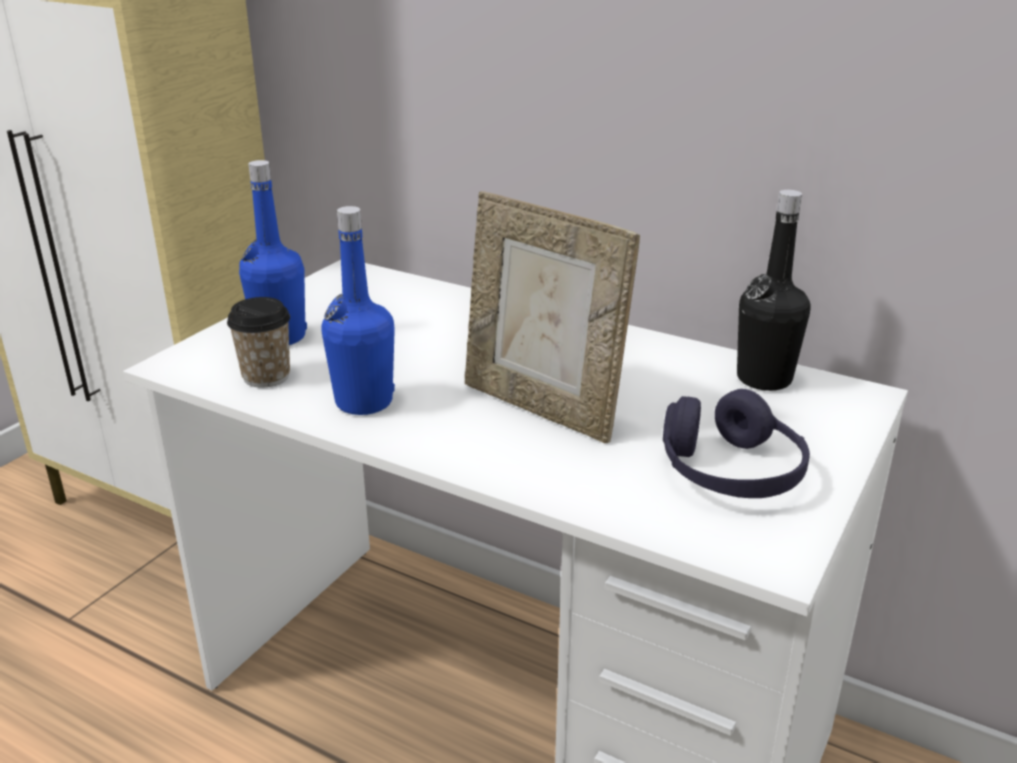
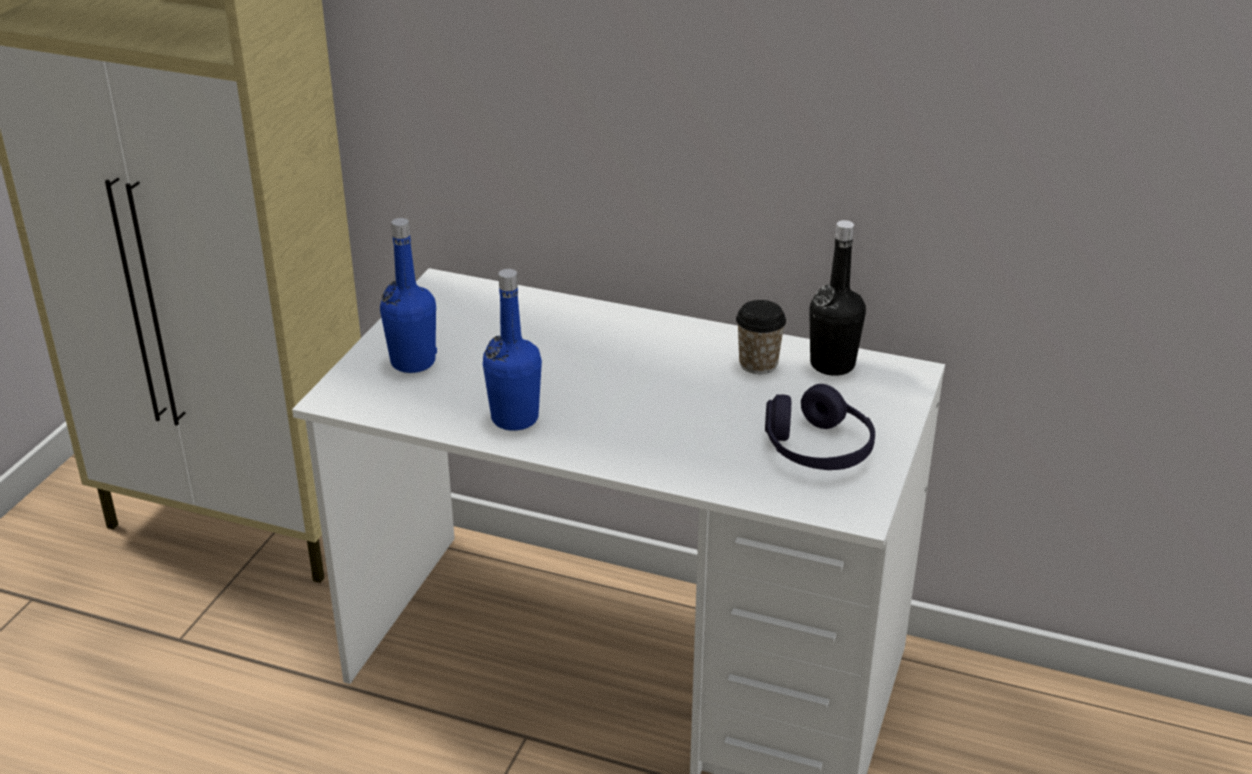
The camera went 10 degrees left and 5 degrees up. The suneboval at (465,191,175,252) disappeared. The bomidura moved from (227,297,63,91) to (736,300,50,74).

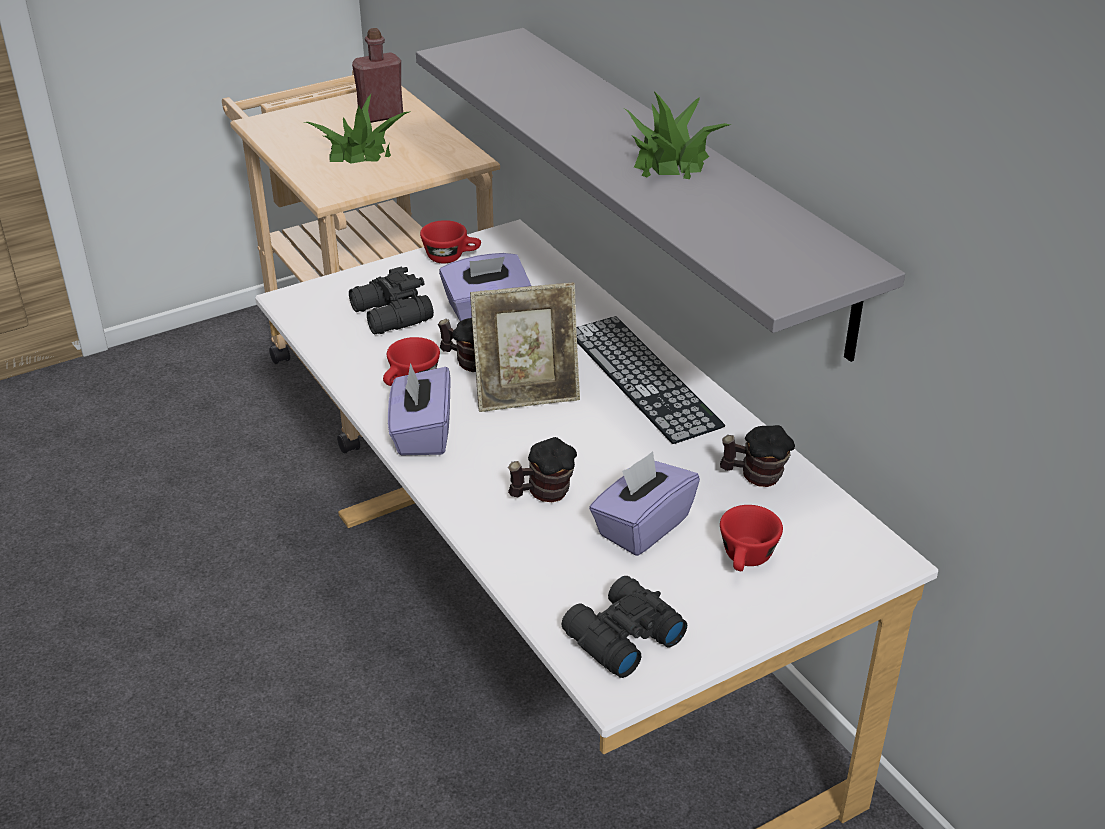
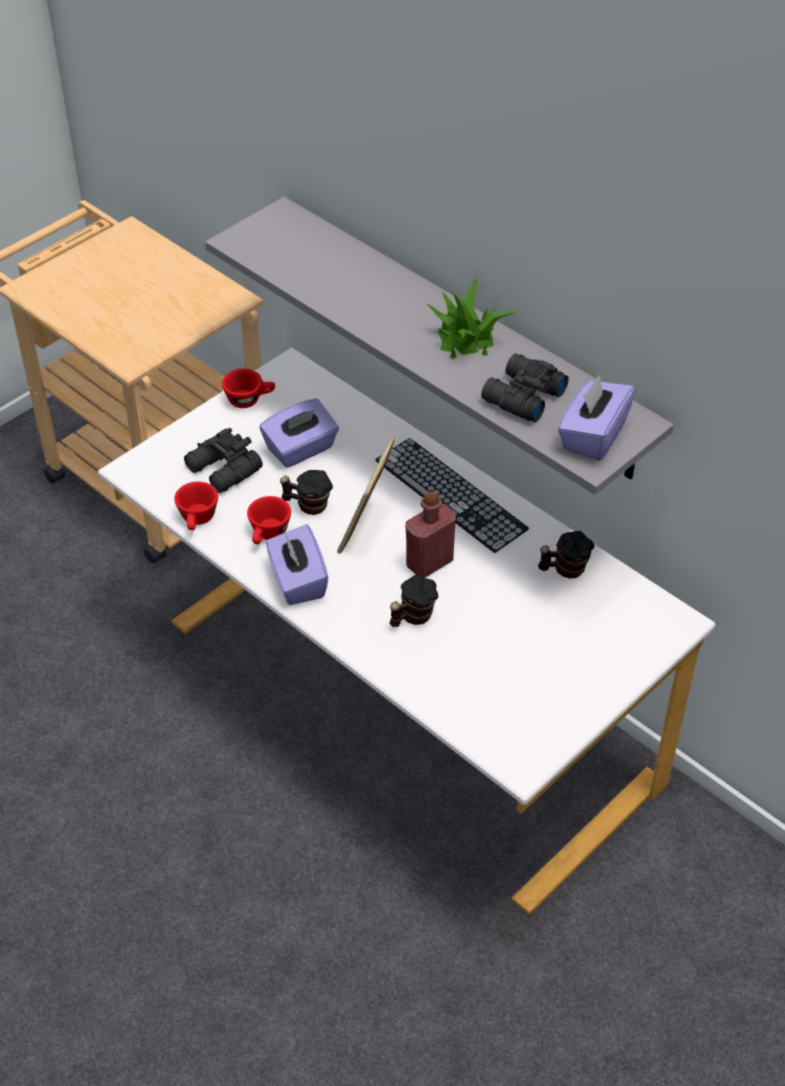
The camera went 15 degrees left and 10 degrees up. The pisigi at (305,94,106,70) disappeared. The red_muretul moved from (352,28,51,95) to (405,491,51,86). The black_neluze moved from (561,576,126,102) to (481,353,88,69). The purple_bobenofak moved from (589,451,111,105) to (558,375,78,86). The red_bomidura moved from (720,505,63,66) to (174,482,44,48). The suneboval at (470,283,110,129) turned 135 degrees clockwise.

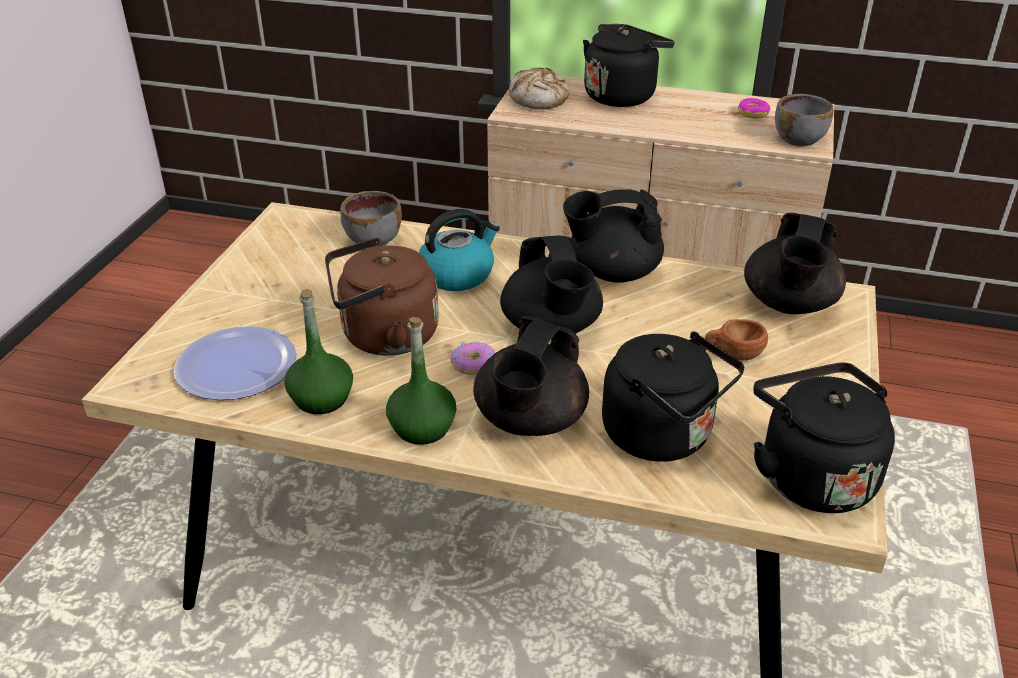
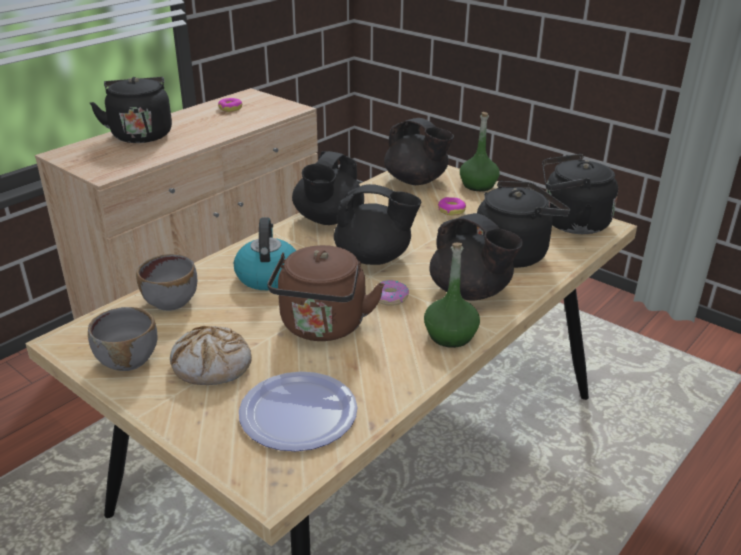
The camera went 65 degrees left and 5 degrees down. The green_muretul moved from (284,289,69,125) to (460,112,40,79). The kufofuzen moved from (509,67,60,42) to (170,326,82,59). The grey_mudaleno moved from (775,94,59,53) to (88,307,69,64). The brown_bomidura at (705,319,63,41) was replaced by the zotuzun at (438,197,28,18).

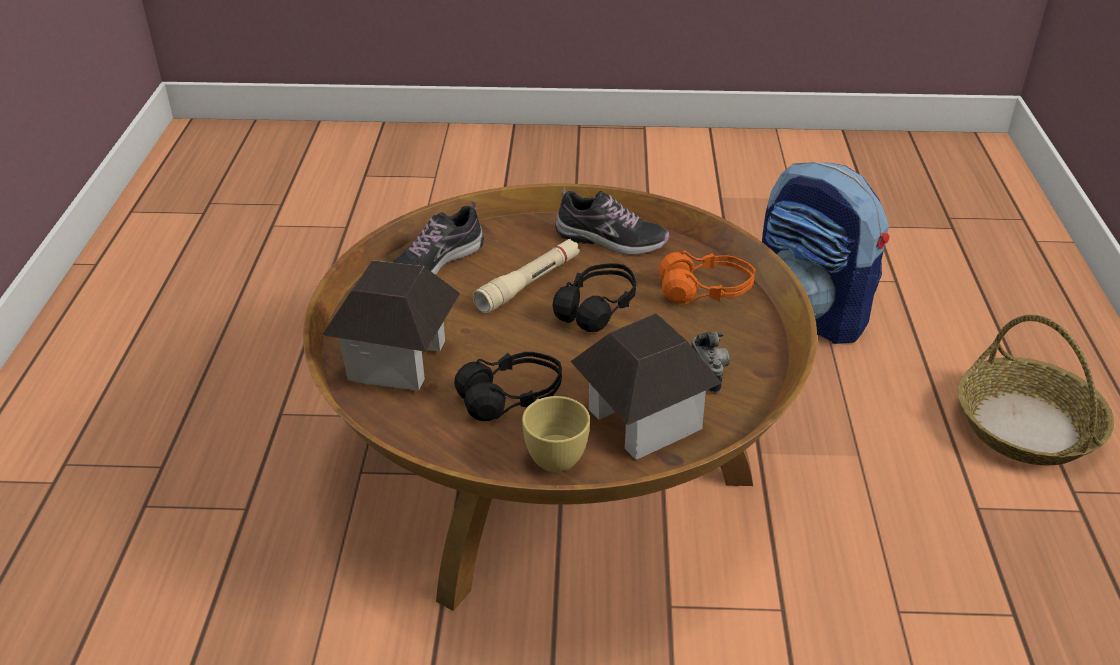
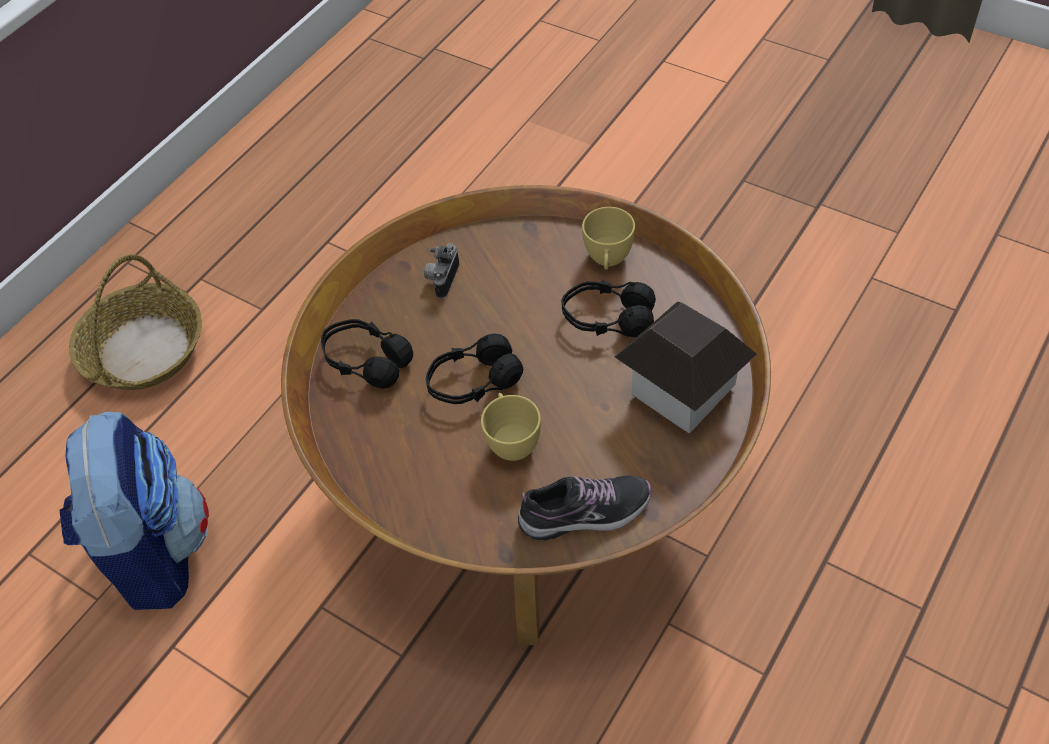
The camera went 145 degrees left and 15 degrees up. The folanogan at (555,187,114,68) disappeared. The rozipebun at (570,313,152,147) disappeared. The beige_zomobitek at (473,239,107,74) was replaced by the yellow_bomidura at (481,393,60,68). The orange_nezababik at (659,250,96,54) became the black_nezababik at (321,319,92,70).

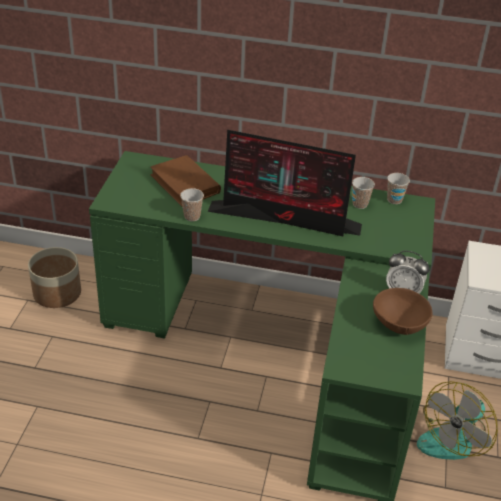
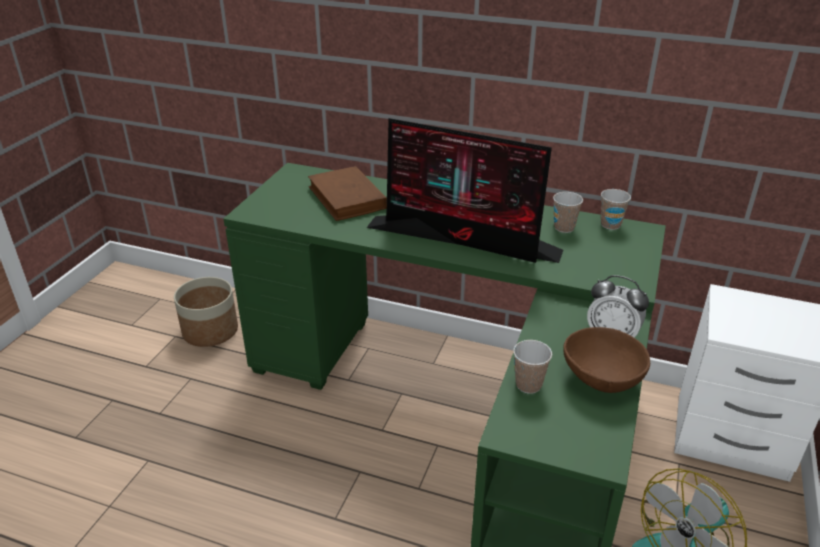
The camera went 10 degrees right and 5 degrees down. The bomidura moved from (180,188,24,33) to (513,340,39,54).

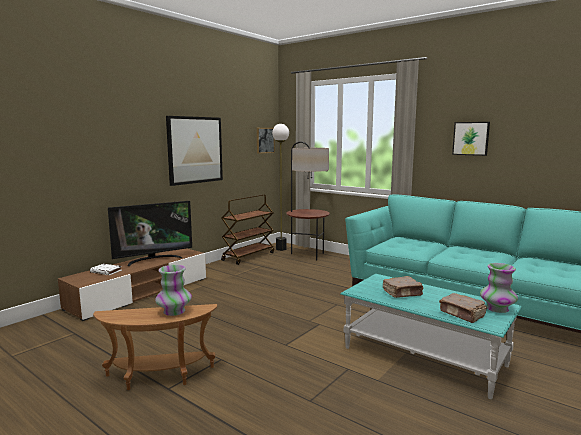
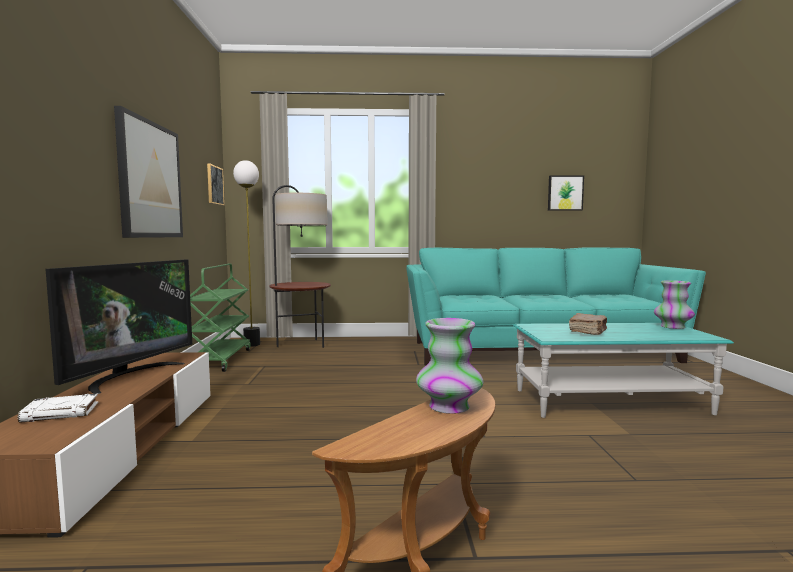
The camera went 40 degrees left and 5 degrees down. The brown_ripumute at (439,293,48,30) disappeared. The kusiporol moved from (452,122,38,34) to (548,175,36,36). The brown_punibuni at (221,194,53,71) became the green_punibuni at (190,263,61,109).

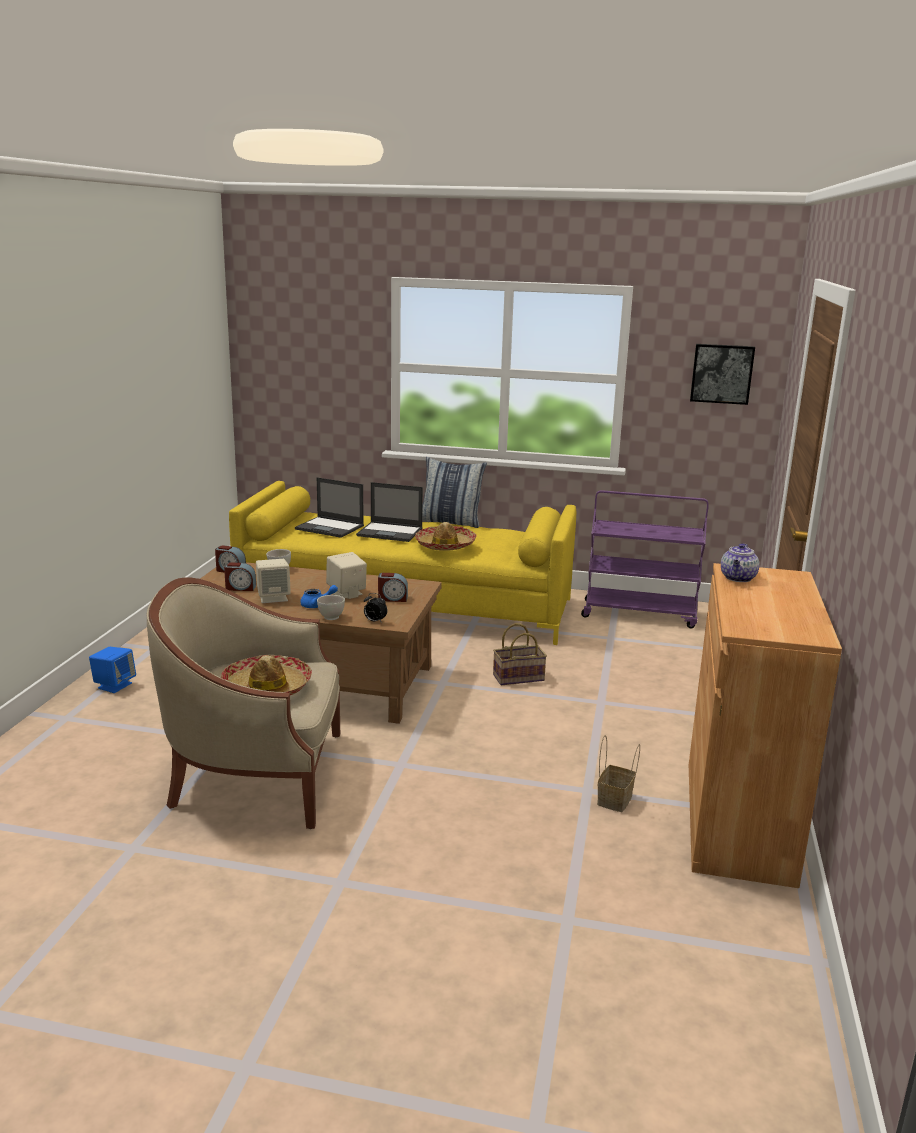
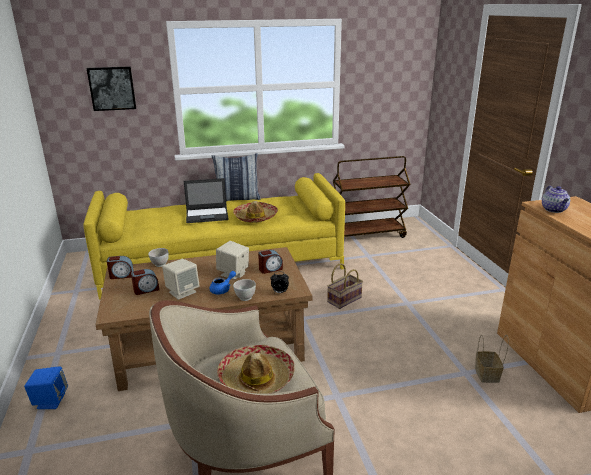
The camera went 25 degrees left and 5 degrees up. The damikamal at (295,477,69,61) disappeared. The kusiporol moved from (690,344,65,61) to (87,66,49,45). The purple_punibuni at (581,490,128,138) became the brown_punibuni at (333,156,77,82).

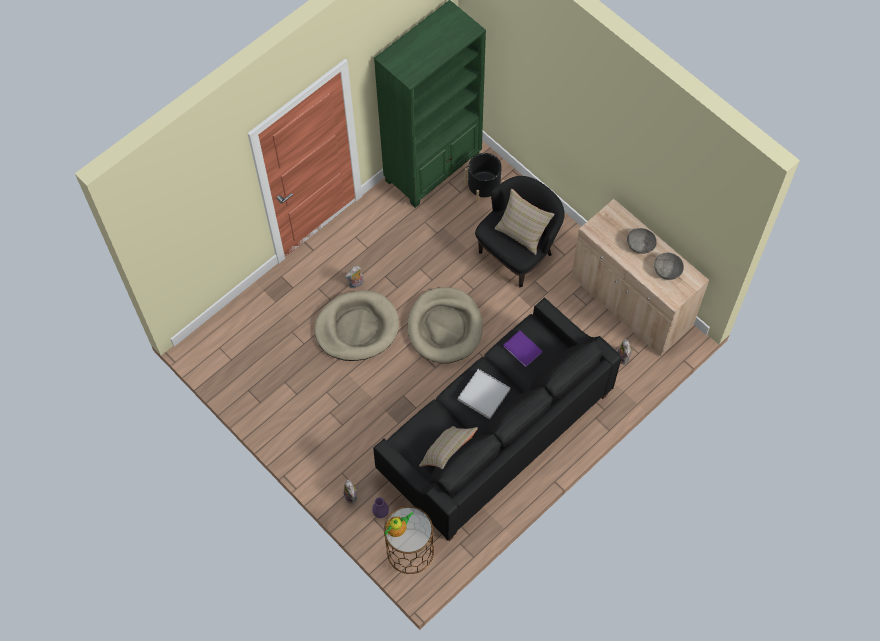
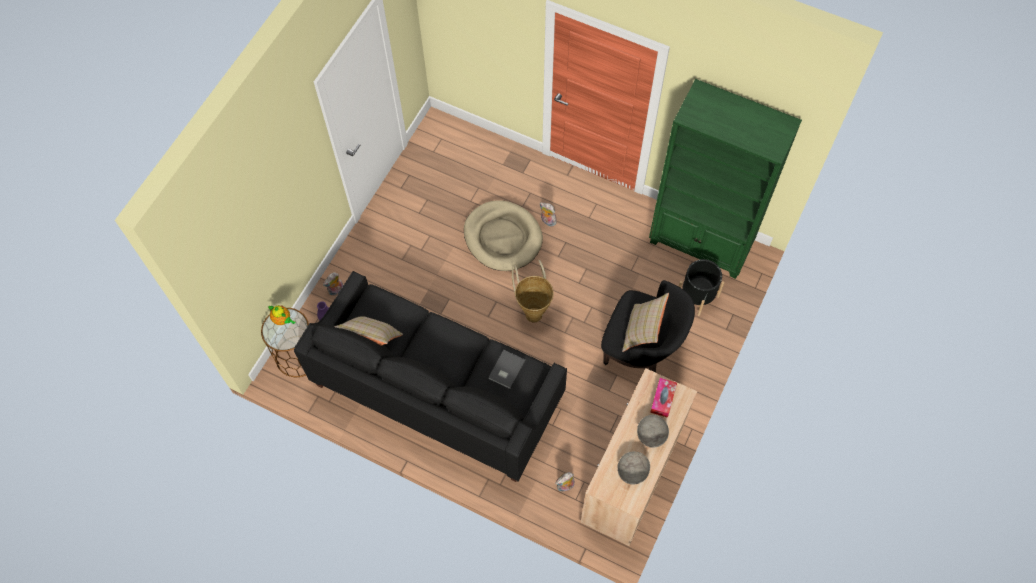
The camera went 70 degrees right and 0 degrees up. The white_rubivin at (458,369,52,50) disappeared. The bobenofak at (650,378,27,40) appeared. The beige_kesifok at (408,287,75,76) was replaced by the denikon at (512,260,42,63). The purple_ripumute at (503,331,40,36) became the grey_ripumute at (488,350,38,39).

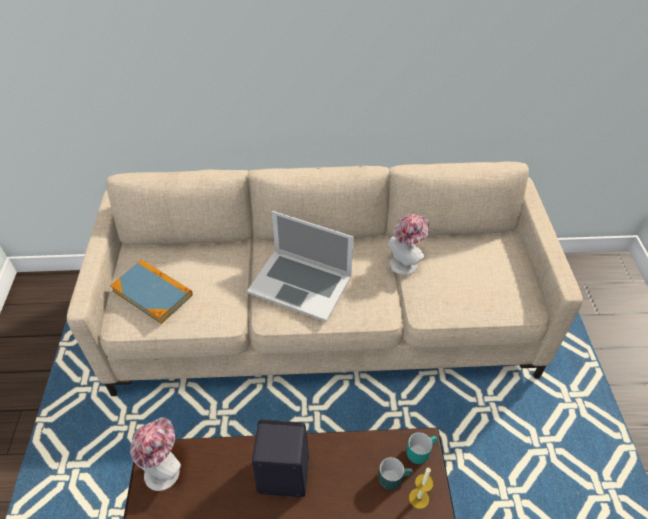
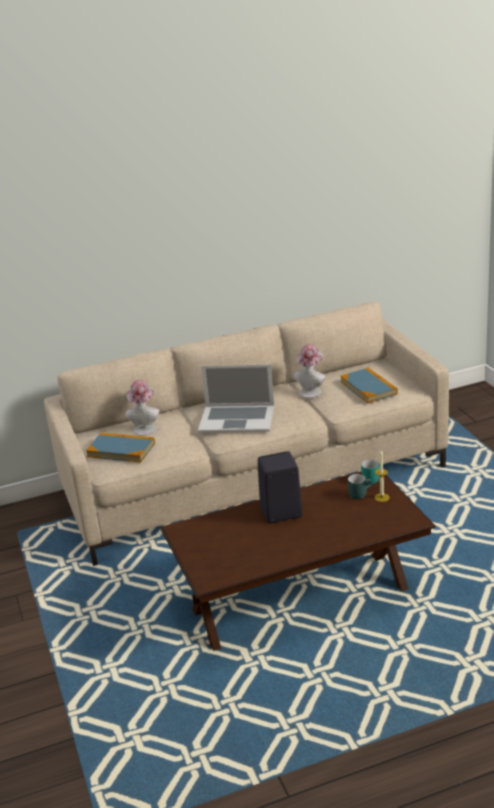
The camera went 15 degrees left and 20 degrees down. The ripumute at (340,367,58,36) appeared. The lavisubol moved from (130,417,51,74) to (126,380,33,56).

